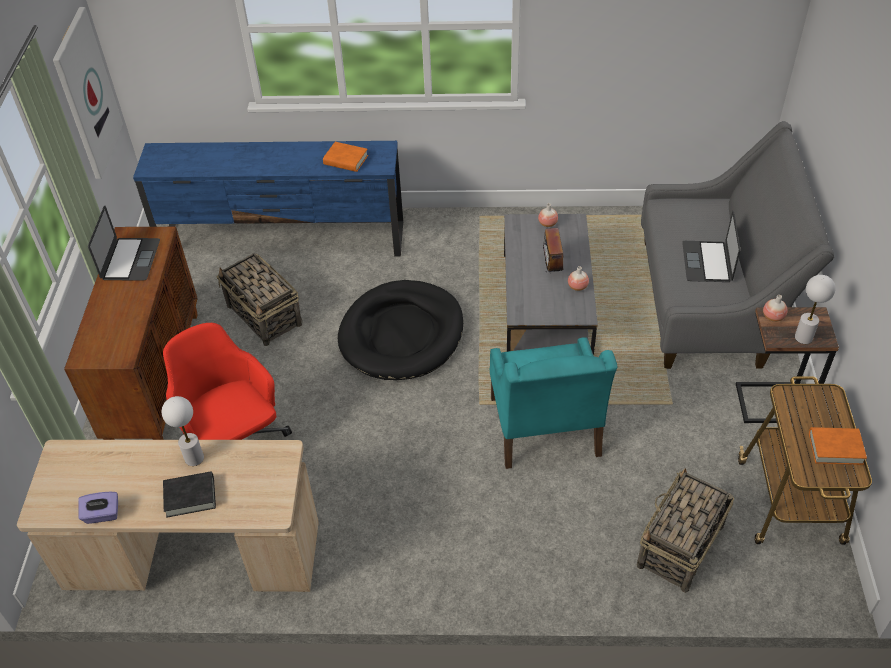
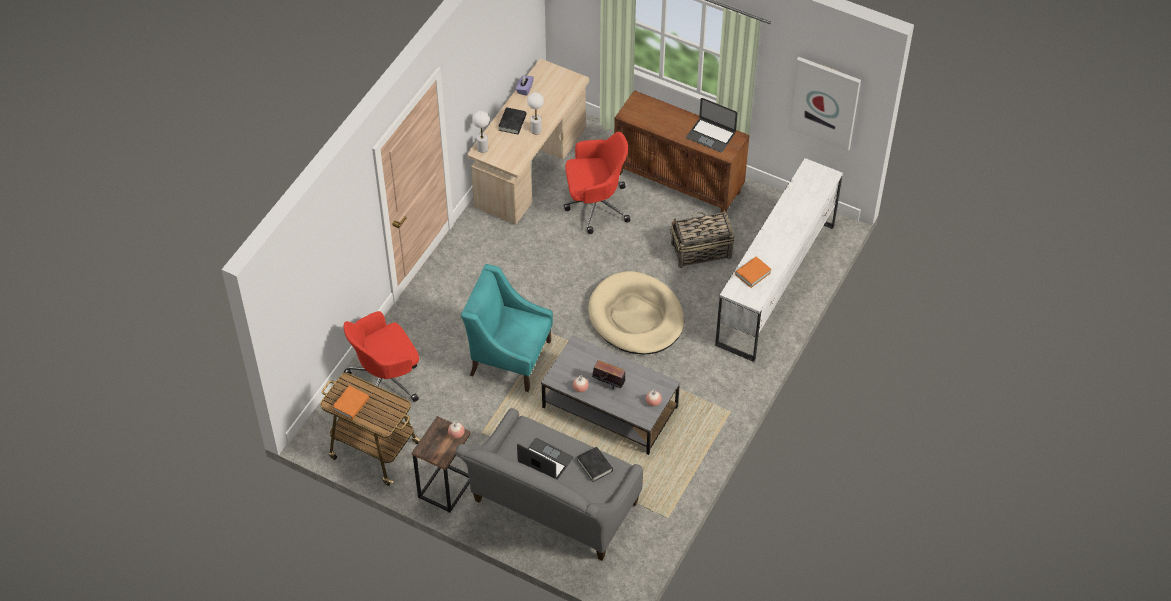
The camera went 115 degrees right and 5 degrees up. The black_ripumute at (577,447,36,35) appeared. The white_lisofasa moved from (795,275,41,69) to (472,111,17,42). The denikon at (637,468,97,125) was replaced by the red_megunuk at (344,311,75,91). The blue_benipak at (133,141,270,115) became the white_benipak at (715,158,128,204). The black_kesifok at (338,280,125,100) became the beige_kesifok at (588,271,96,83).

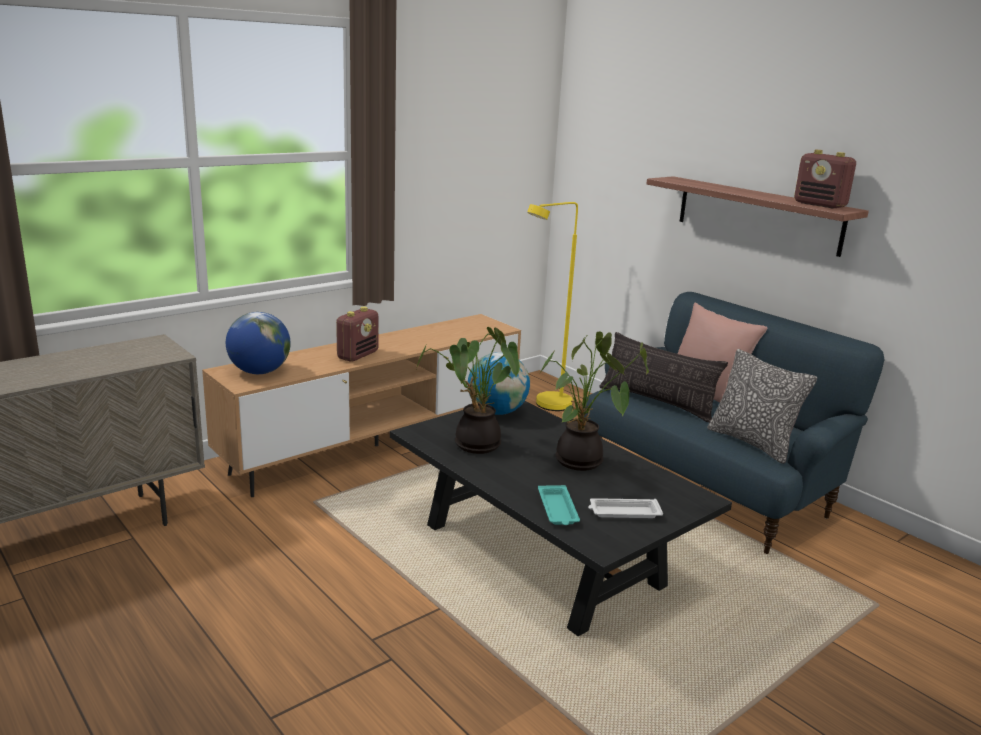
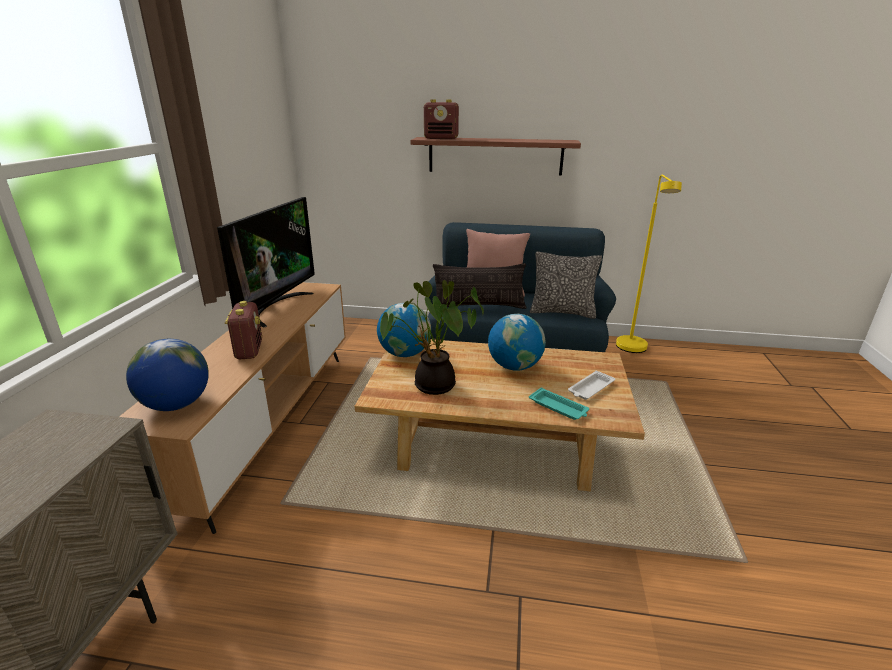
The camera went 40 degrees left and 5 degrees up. The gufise at (217,197,98,130) appeared. The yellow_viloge moved from (527,202,51,209) to (616,175,66,178). The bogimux moved from (794,150,62,59) to (424,99,35,40). The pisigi at (539,332,110,139) was replaced by the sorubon at (488,314,58,57). The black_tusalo at (390,401,342,235) became the beige_tusalo at (355,339,290,152).

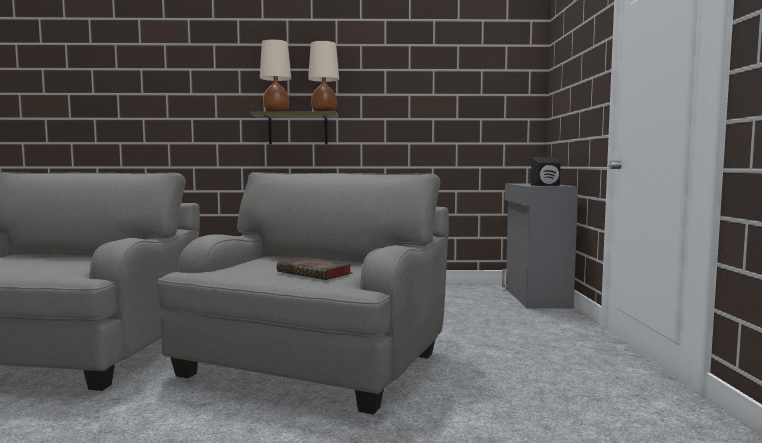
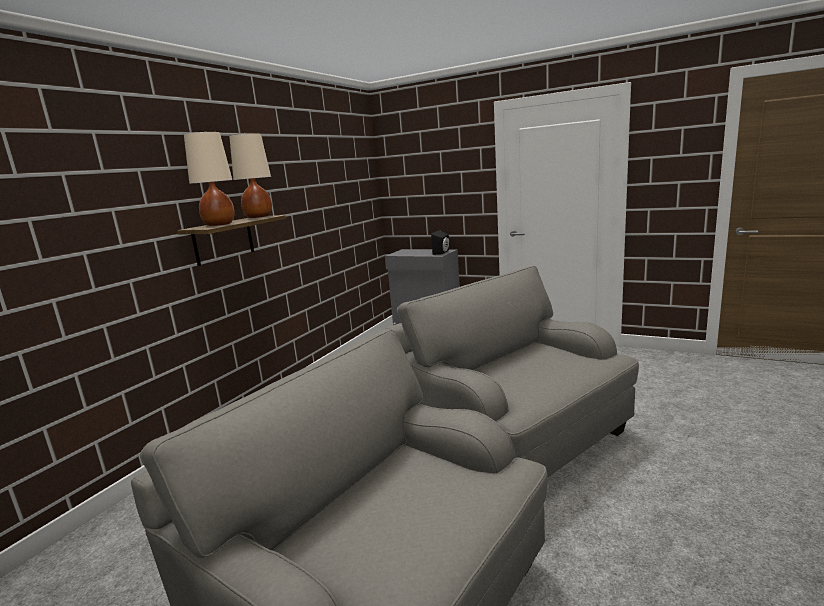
The camera went 60 degrees left and 10 degrees up. The ripumute at (277,257,76,23) disappeared.

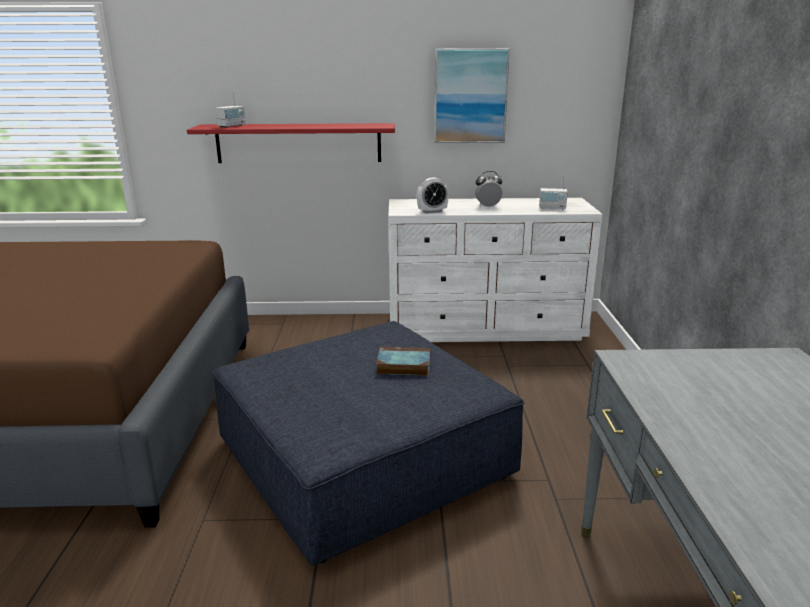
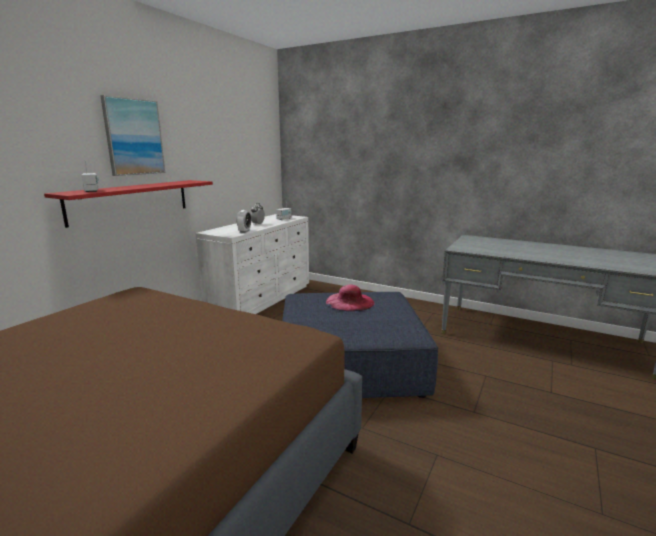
The camera went 60 degrees left and 5 degrees down. The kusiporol moved from (434,48,76,95) to (100,95,65,81). The ripumute at (376,347,54,29) was replaced by the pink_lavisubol at (326,284,49,27).

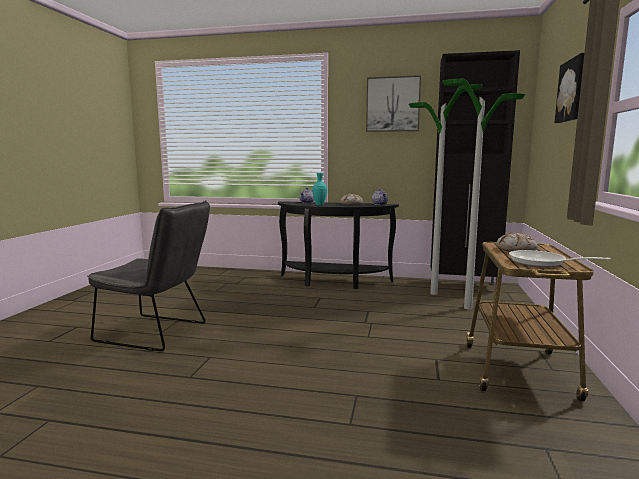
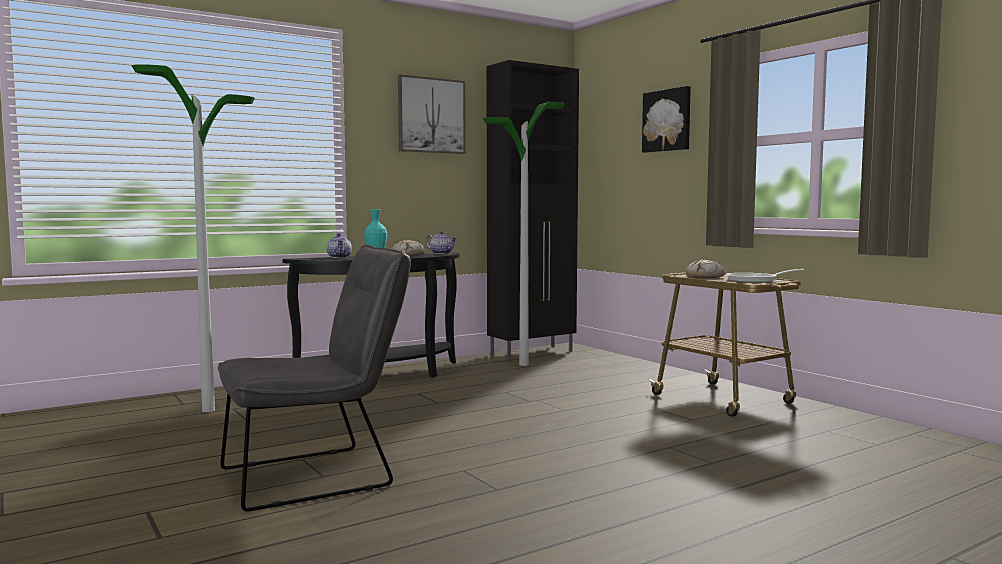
The camera went 45 degrees left and 5 degrees down. The viloge moved from (442,78,83,231) to (132,64,123,348).

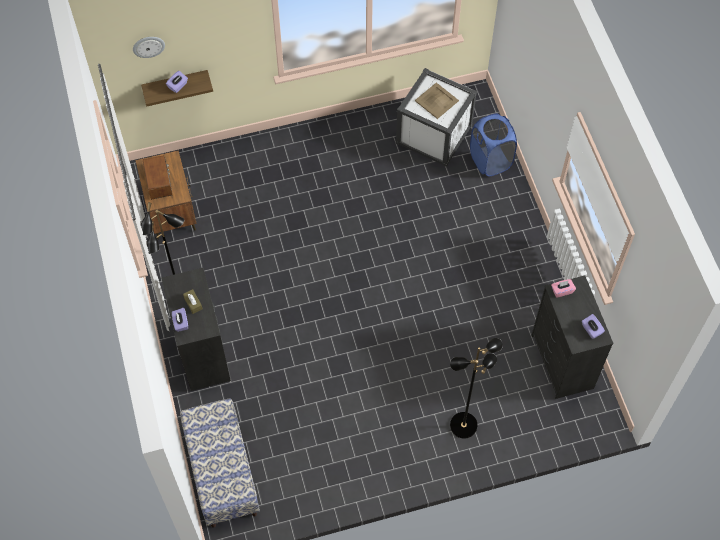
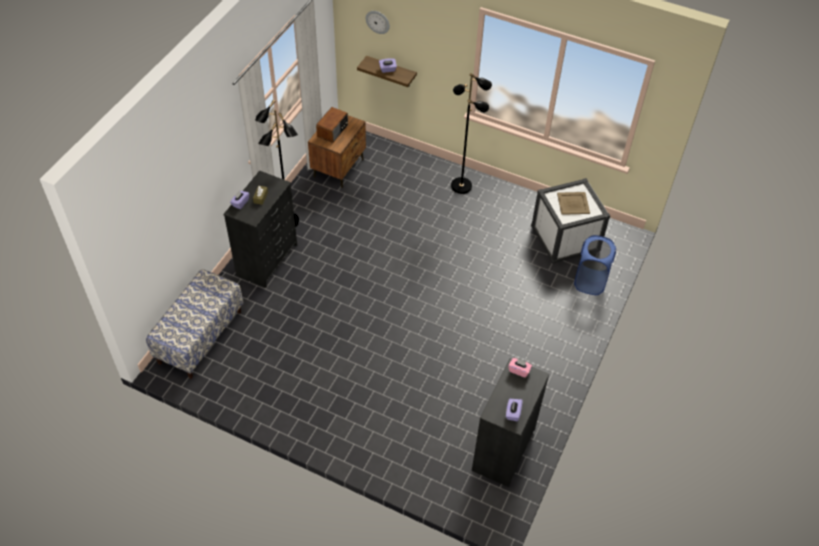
The camera went 40 degrees right and 10 degrees down. The black_viloge moved from (450,338,53,100) to (451,73,41,121).

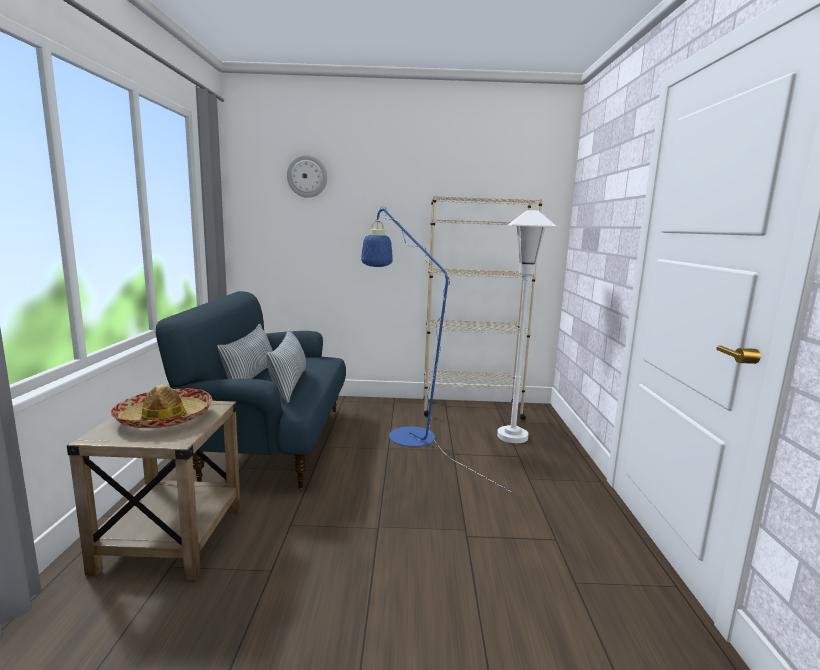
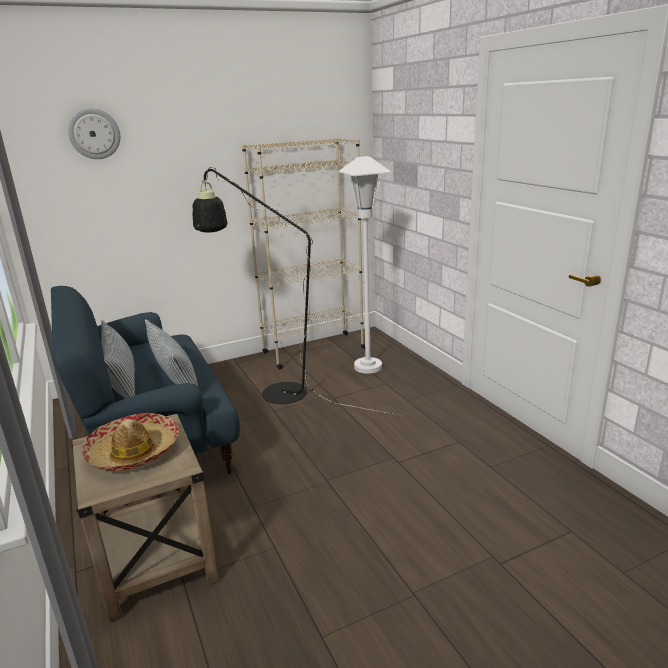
The camera went 25 degrees left and 10 degrees up. The blue_viloge at (361,207,150,285) became the black_viloge at (192,167,210,249).

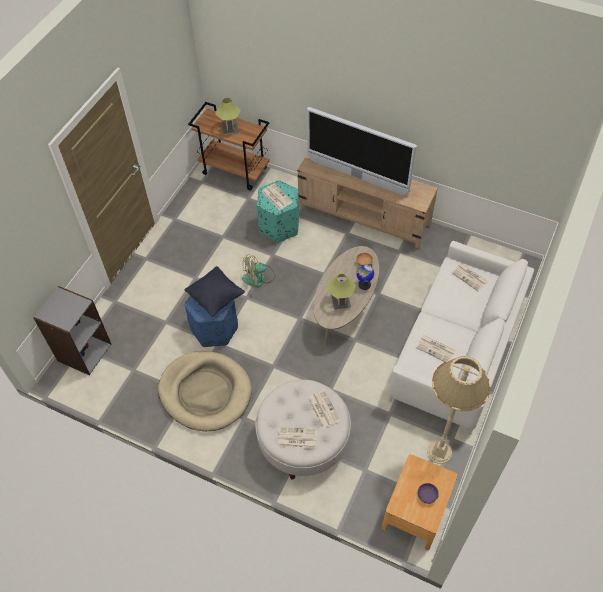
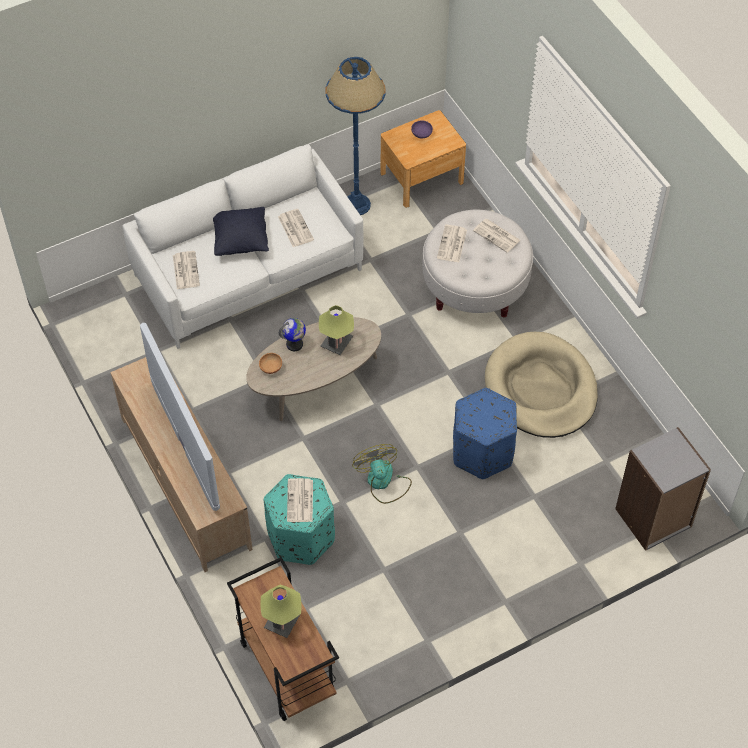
The camera went 145 degrees left and 0 degrees up. The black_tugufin moved from (185,266,60,51) to (213,207,56,49). The beige_viloge at (427,356,64,108) became the blue_viloge at (326,57,60,158). The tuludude at (242,254,34,33) turned 120 degrees counterclockwise.

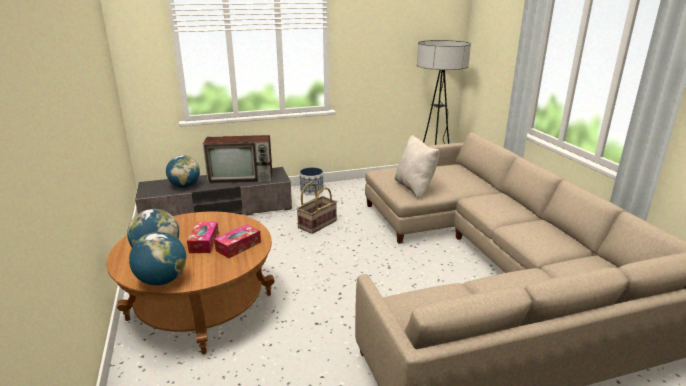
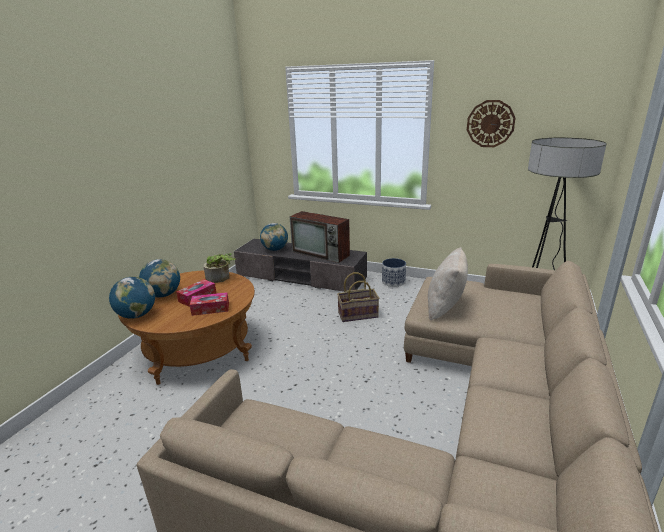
The camera went 40 degrees right and 0 degrees up. The pisigi at (204,253,32,30) appeared. The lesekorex at (467,100,49,47) appeared.

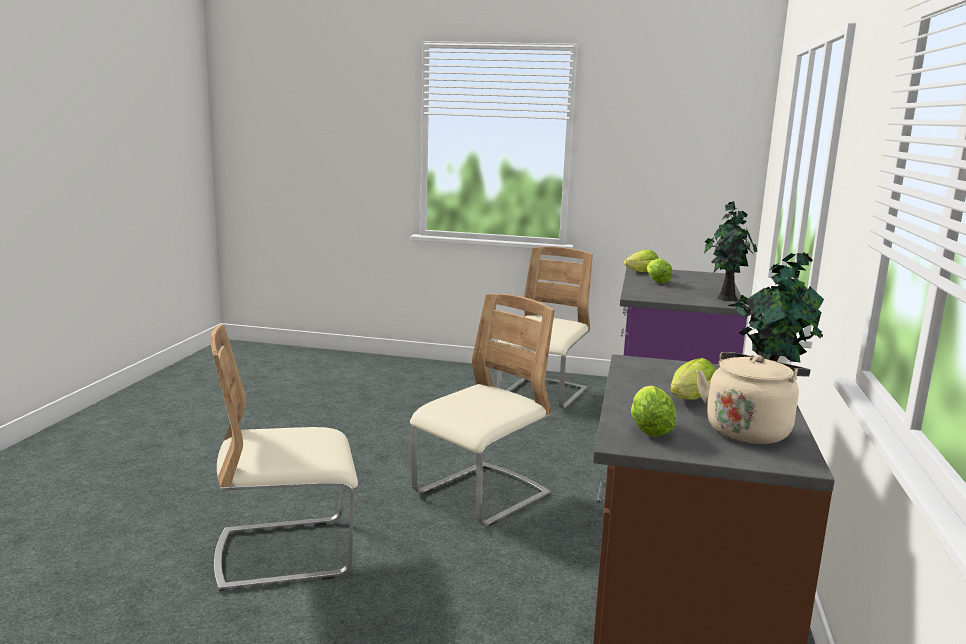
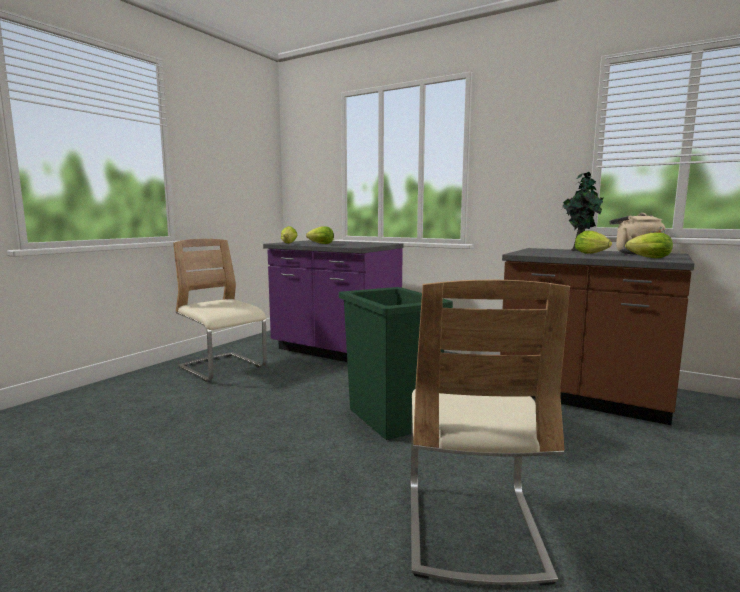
The camera went 70 degrees left and 5 degrees down. The pisigi at (704,201,54,100) disappeared. The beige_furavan at (410,294,145,232) was replaced by the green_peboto at (339,287,114,153).

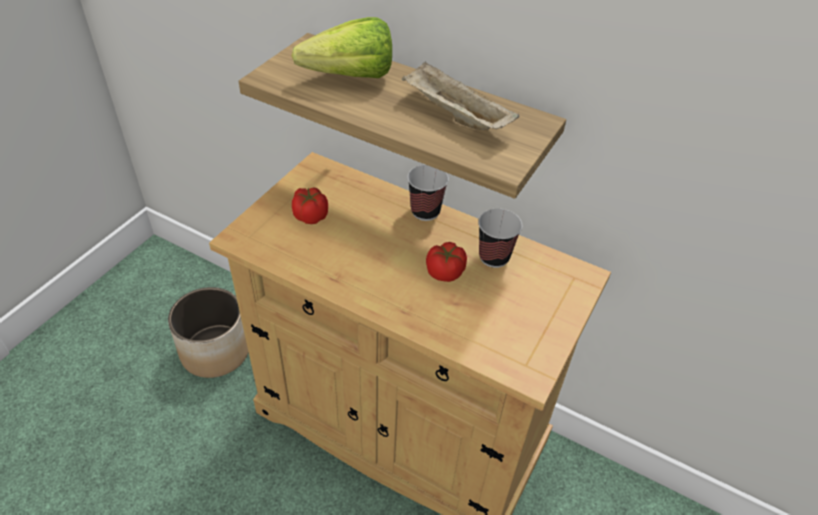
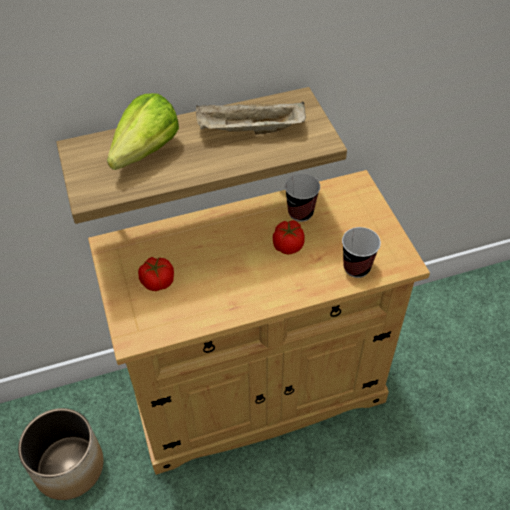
The camera went 45 degrees left and 5 degrees up. The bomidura moved from (407,165,42,56) to (342,227,39,51).

